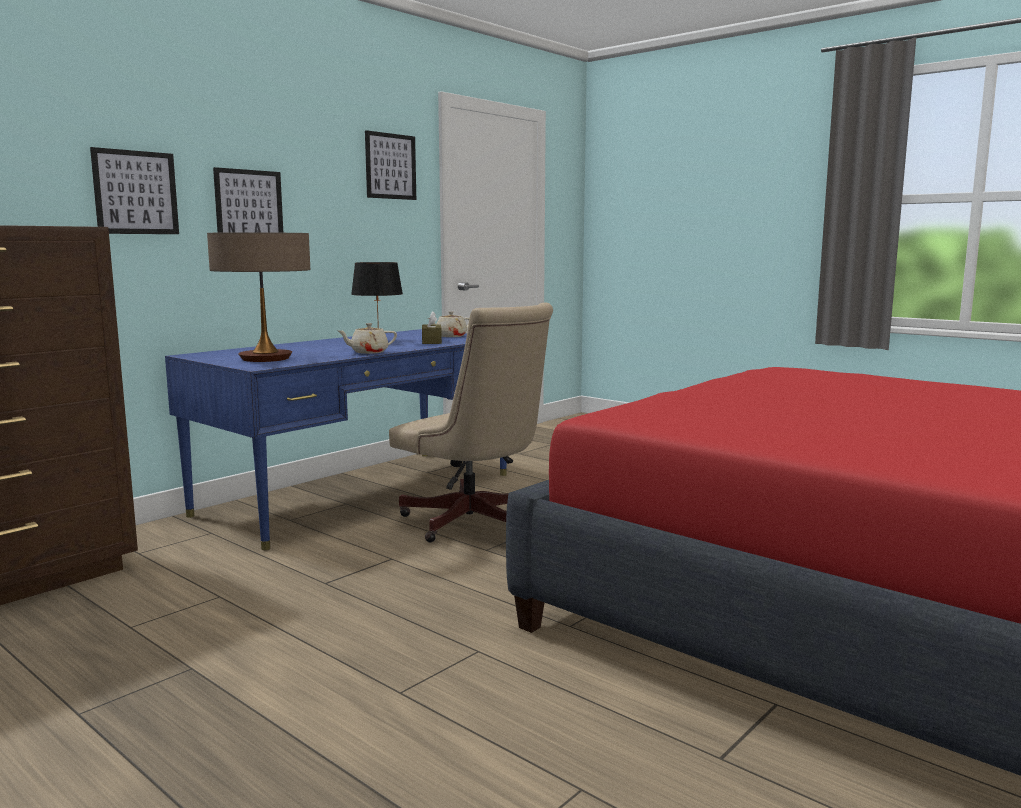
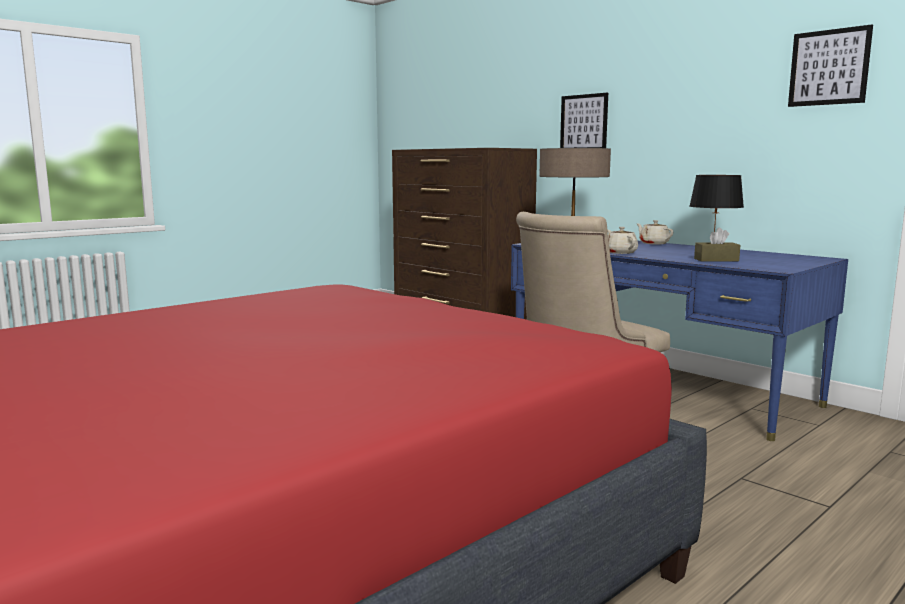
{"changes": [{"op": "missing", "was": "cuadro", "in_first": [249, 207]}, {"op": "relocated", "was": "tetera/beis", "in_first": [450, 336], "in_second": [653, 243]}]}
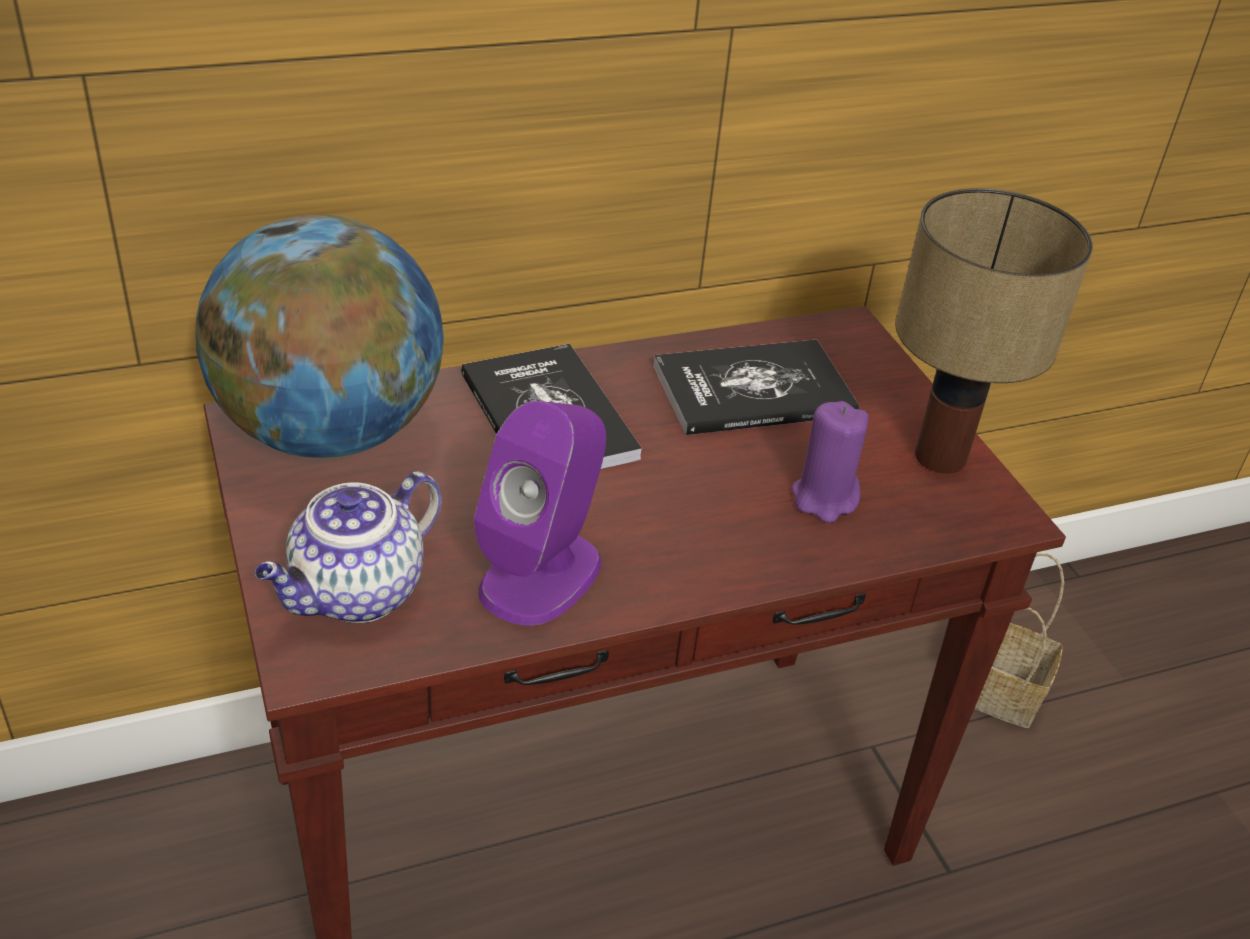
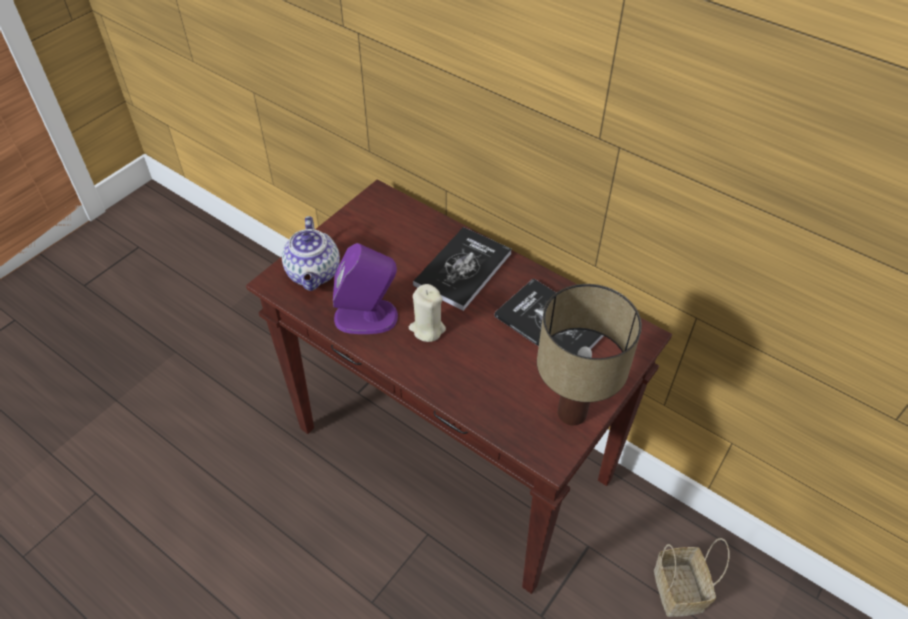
{"changes": [{"op": "missing", "was": "globo terráqueo", "in_first": [330, 431]}, {"op": "spun", "was": "tetera", "in_first": [356, 594], "in_second": [314, 274], "clockwise": -105}, {"op": "missing", "was": "vela/morado", "in_first": [824, 498]}, {"op": "appeared", "now": "vela/beis", "in_second": [427, 329]}]}
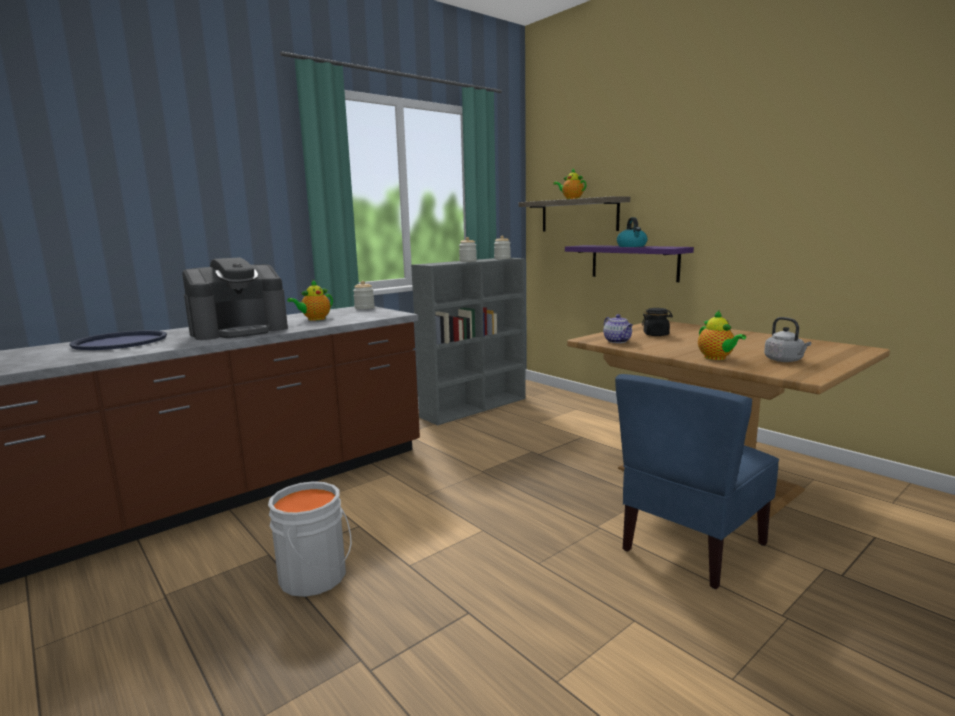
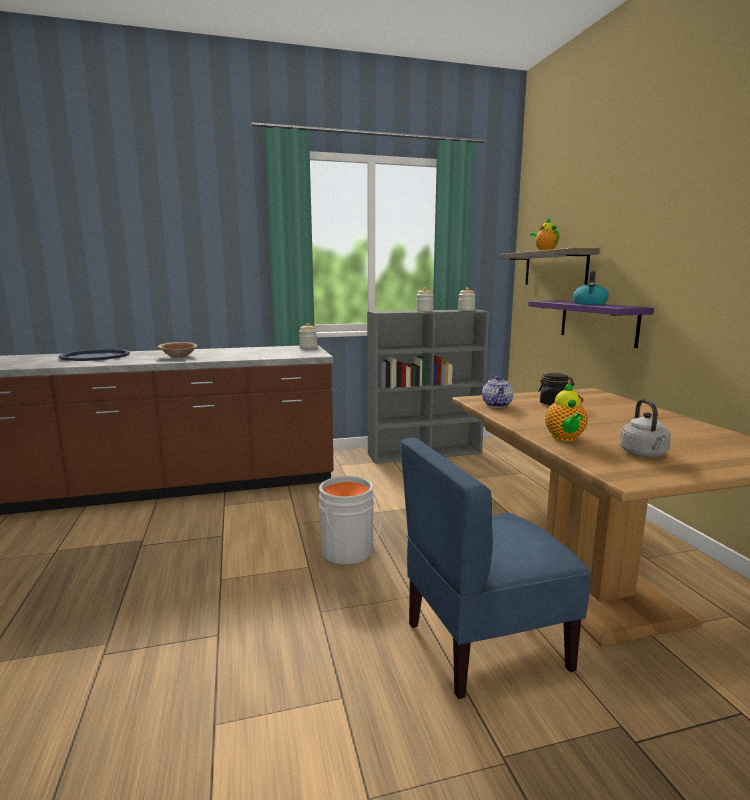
{"changes": [{"op": "exchanged", "was": "cafetera", "now": "cuenco/marrón", "in_first": [239, 331], "in_second": [178, 356]}, {"op": "relocated", "was": "cubo/gris", "in_first": [316, 577], "in_second": [349, 552]}, {"op": "missing", "was": "tetera", "in_first": [314, 319]}]}
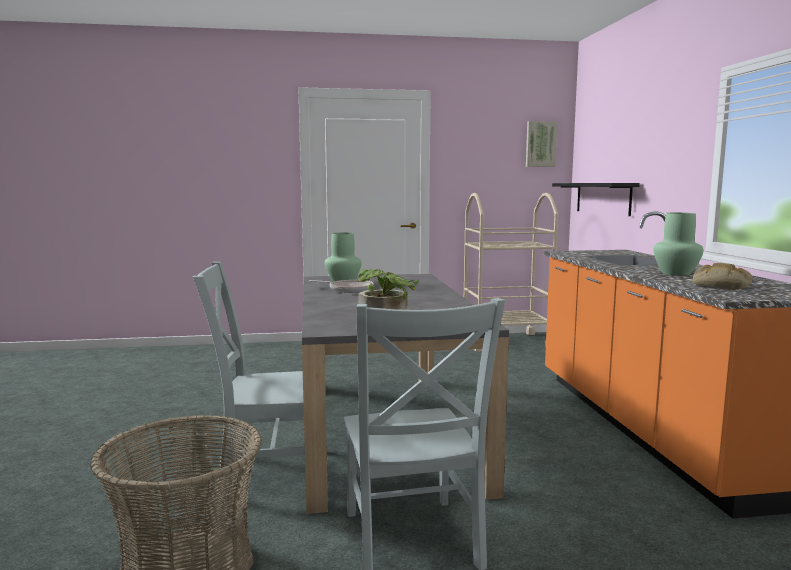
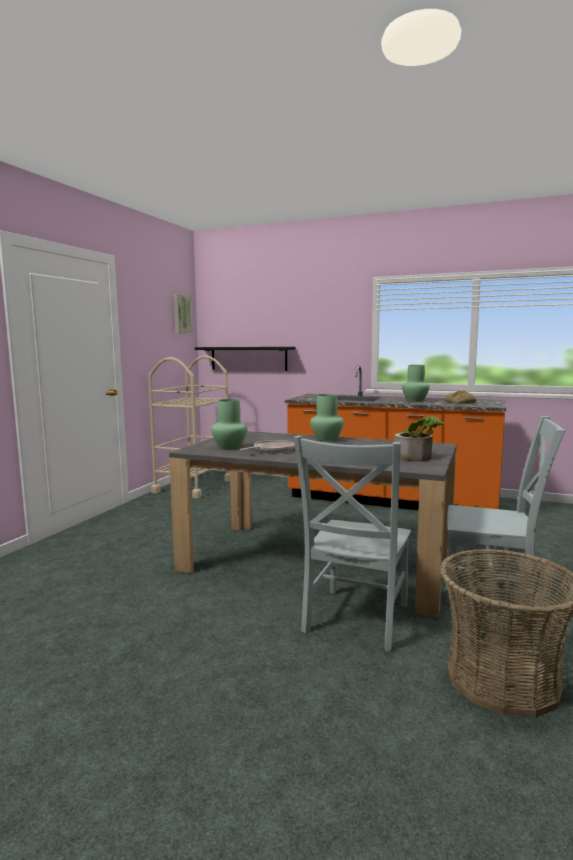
{"changes": [{"op": "appeared", "now": "florero/verde", "in_second": [326, 439]}]}
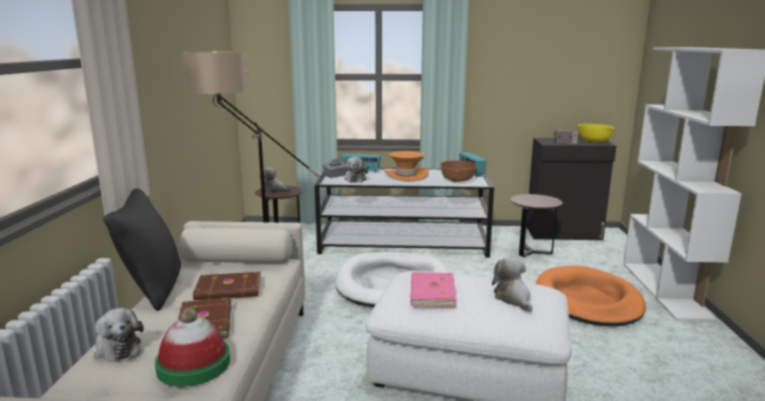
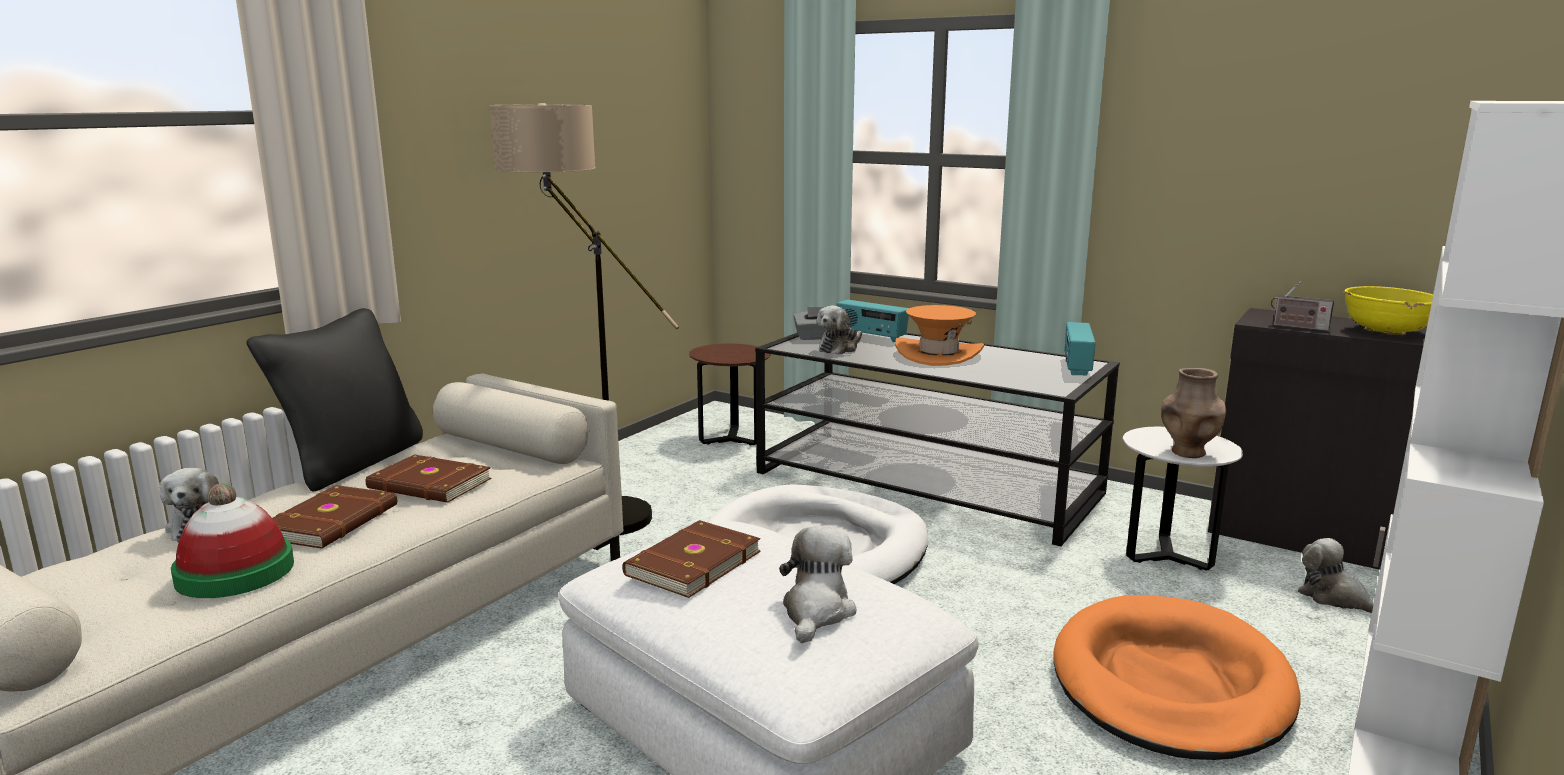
{"changes": [{"op": "relocated", "was": "peluche", "in_first": [274, 190], "in_second": [1335, 598]}, {"op": "colour", "was": "libro/rosa", "now": "libro/marrón", "in_first": [431, 292], "in_second": [691, 563]}, {"op": "missing", "was": "cuenco/marrón", "in_first": [457, 180]}, {"op": "colour", "was": "mesa auxiliar/marrón", "now": "mesa auxiliar/blanco", "in_first": [531, 252], "in_second": [1168, 556]}, {"op": "appeared", "now": "florero/marrón", "in_second": [1188, 453]}]}
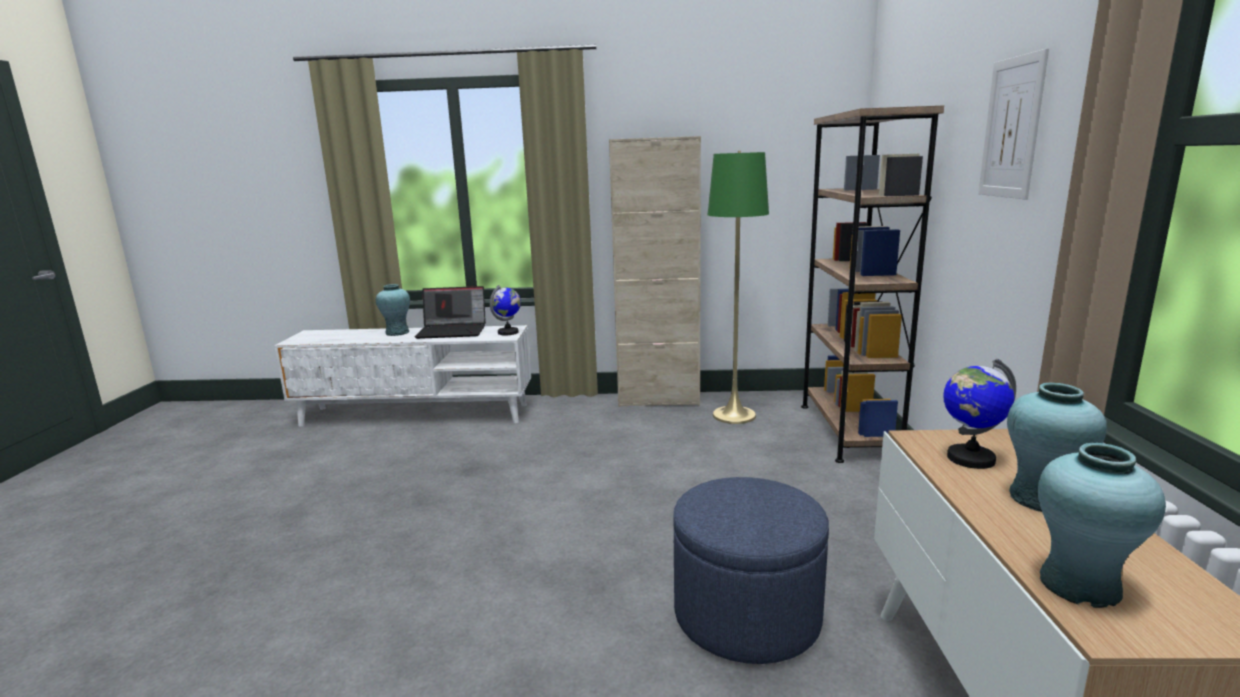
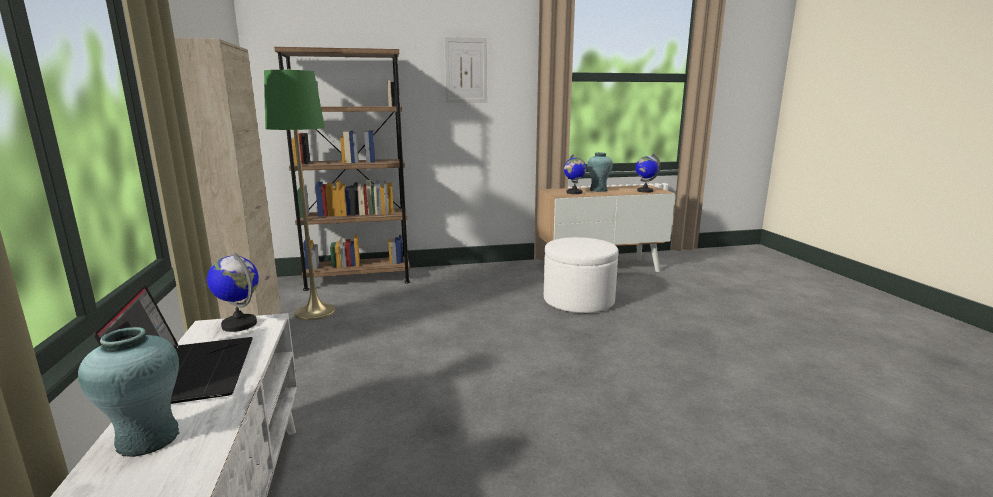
{"changes": [{"op": "colour", "was": "puf/azul", "now": "puf/blanco", "in_first": [746, 615], "in_second": [578, 301]}, {"op": "exchanged", "was": "florero/turquesa", "now": "globo terráqueo", "in_first": [1080, 585], "in_second": [644, 191]}]}
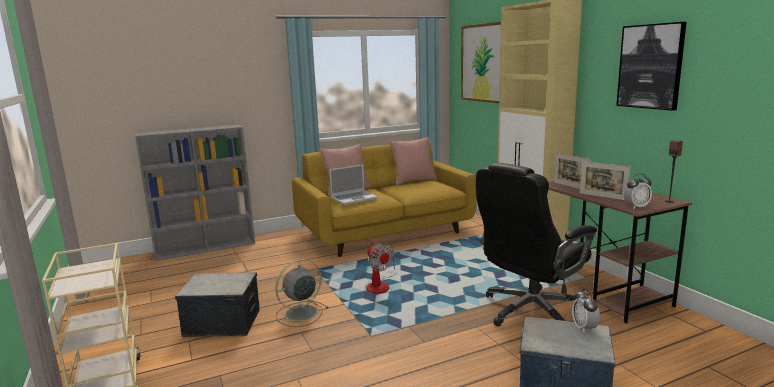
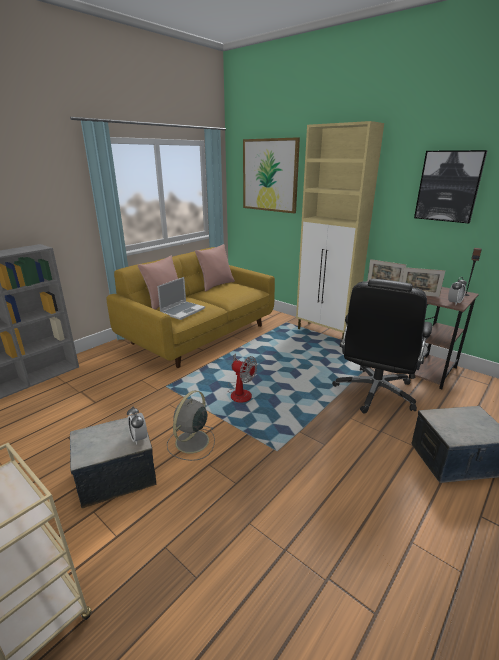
{"changes": [{"op": "relocated", "was": "despertador", "in_first": [584, 328], "in_second": [139, 438]}]}
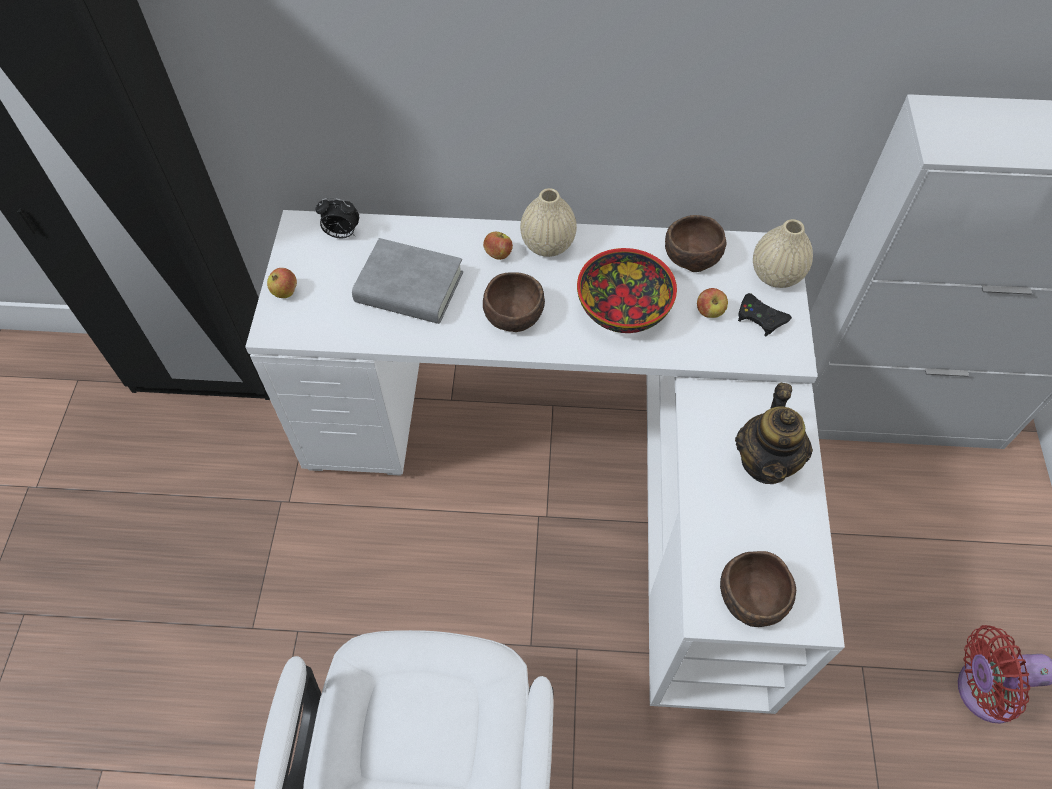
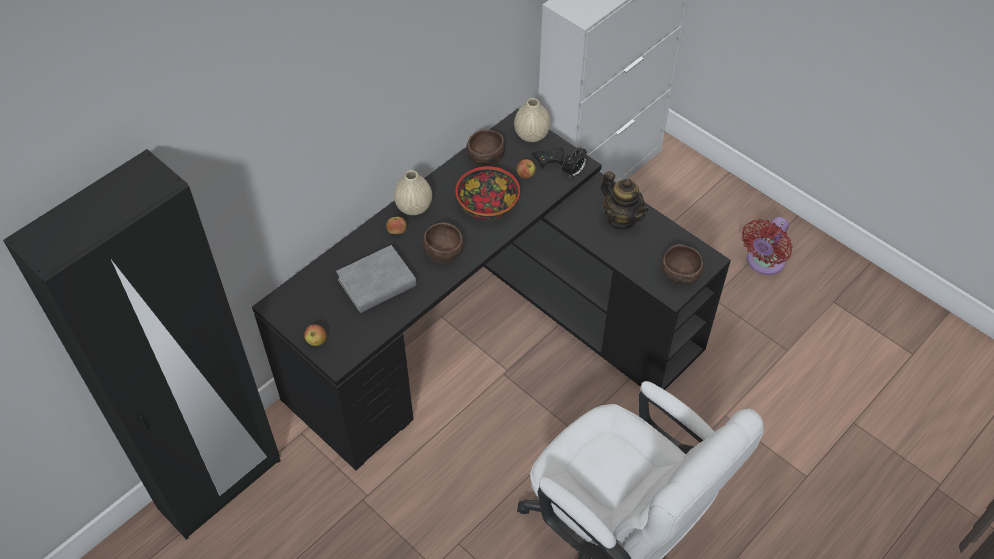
{"changes": [{"op": "colour", "was": "escritorio/blanco", "now": "escritorio/negro", "in_first": [575, 466], "in_second": [490, 334]}, {"op": "relocated", "was": "despertador", "in_first": [341, 234], "in_second": [574, 173]}]}
